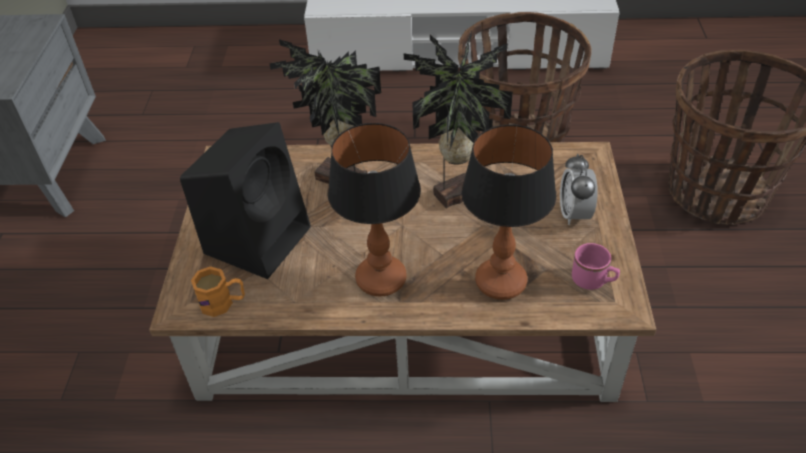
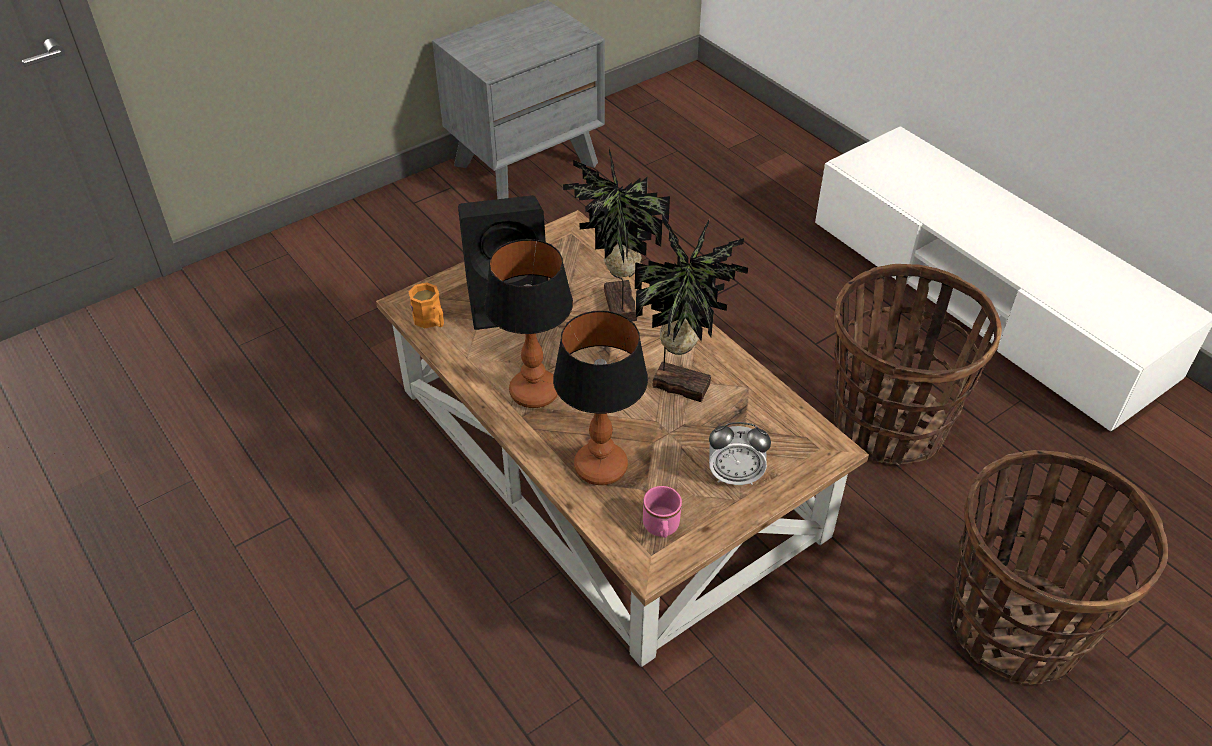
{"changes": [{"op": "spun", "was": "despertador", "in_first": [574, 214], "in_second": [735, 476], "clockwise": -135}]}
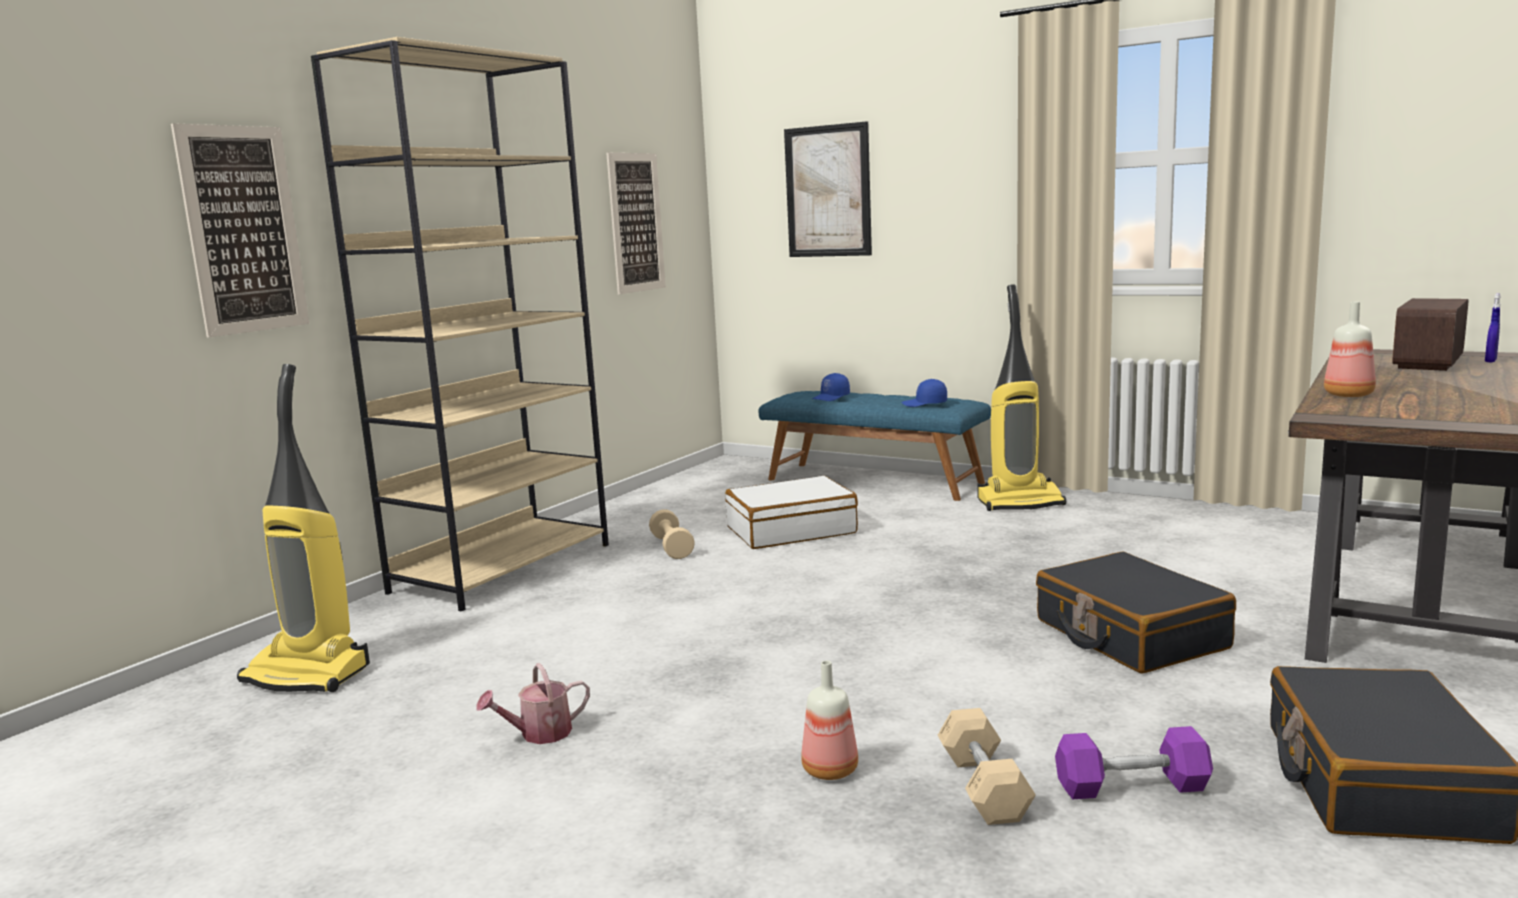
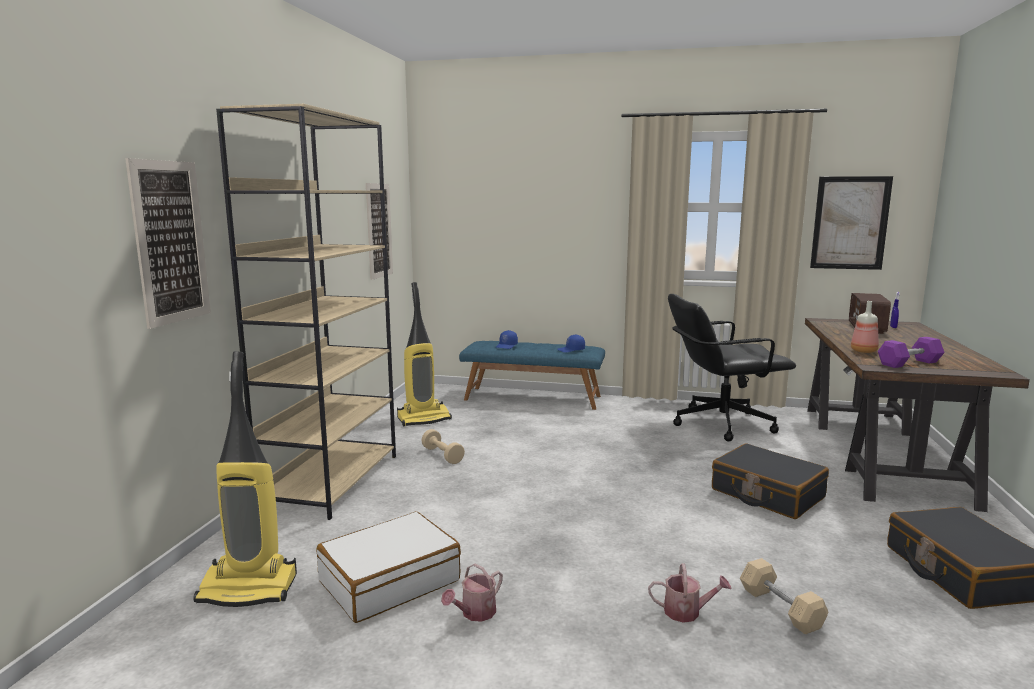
{"changes": [{"op": "relocated", "was": "maleta/blanco", "in_first": [791, 530], "in_second": [389, 580]}, {"op": "relocated", "was": "cuadro", "in_first": [828, 191], "in_second": [850, 223]}, {"op": "exchanged", "was": "botella", "now": "regadera", "in_first": [831, 771], "in_second": [687, 612]}, {"op": "relocated", "was": "aspiradora", "in_first": [1020, 502], "in_second": [424, 419]}, {"op": "relocated", "was": "mancuerna/morado", "in_first": [1131, 786], "in_second": [909, 363]}, {"op": "appeared", "now": "silla de oficina/negro", "in_second": [721, 423]}]}
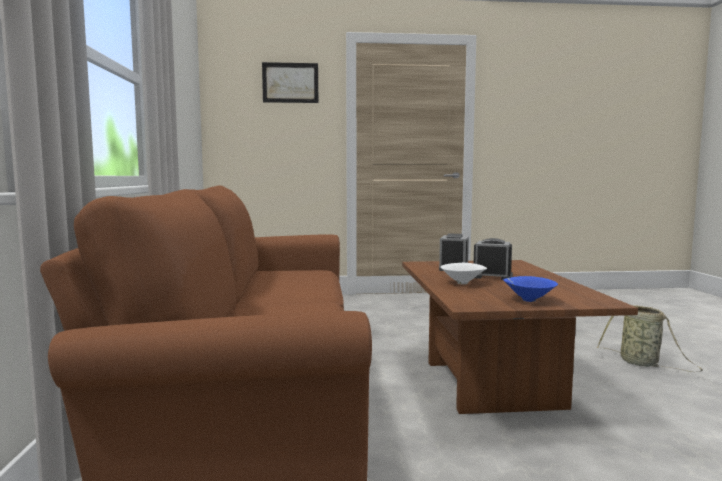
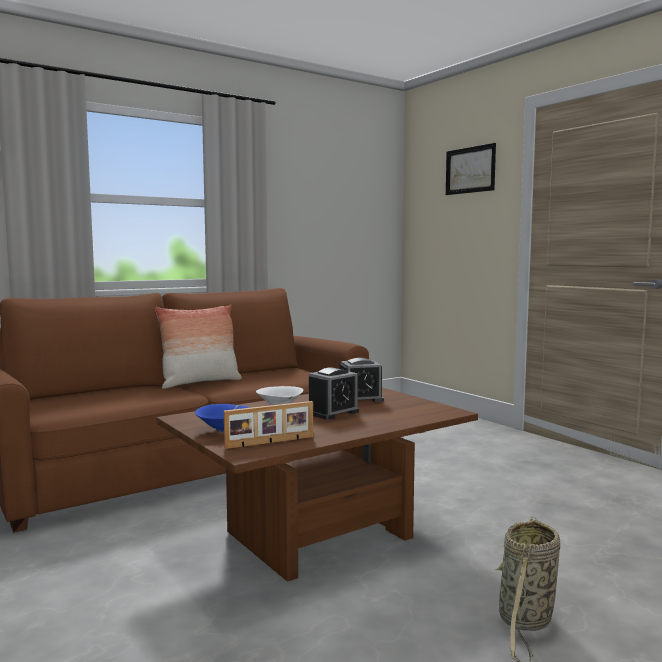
{"changes": [{"op": "spun", "was": "despertador", "in_first": [492, 276], "in_second": [333, 412], "clockwise": 60}, {"op": "appeared", "now": "cojín", "in_second": [200, 382]}, {"op": "appeared", "now": "portarretratos", "in_second": [270, 442]}]}
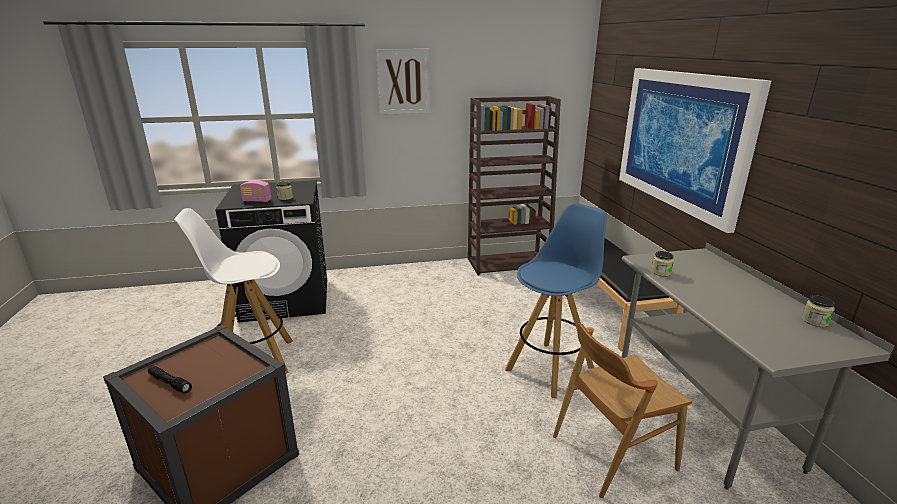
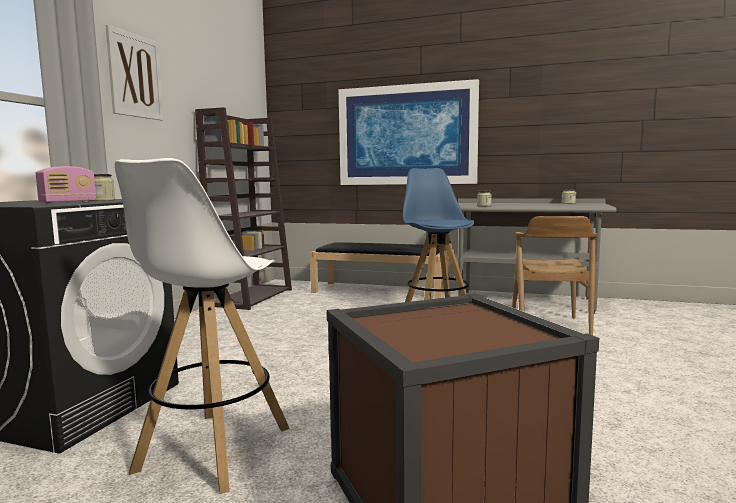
{"changes": [{"op": "missing", "was": "linterna/negro", "in_first": [170, 383]}]}
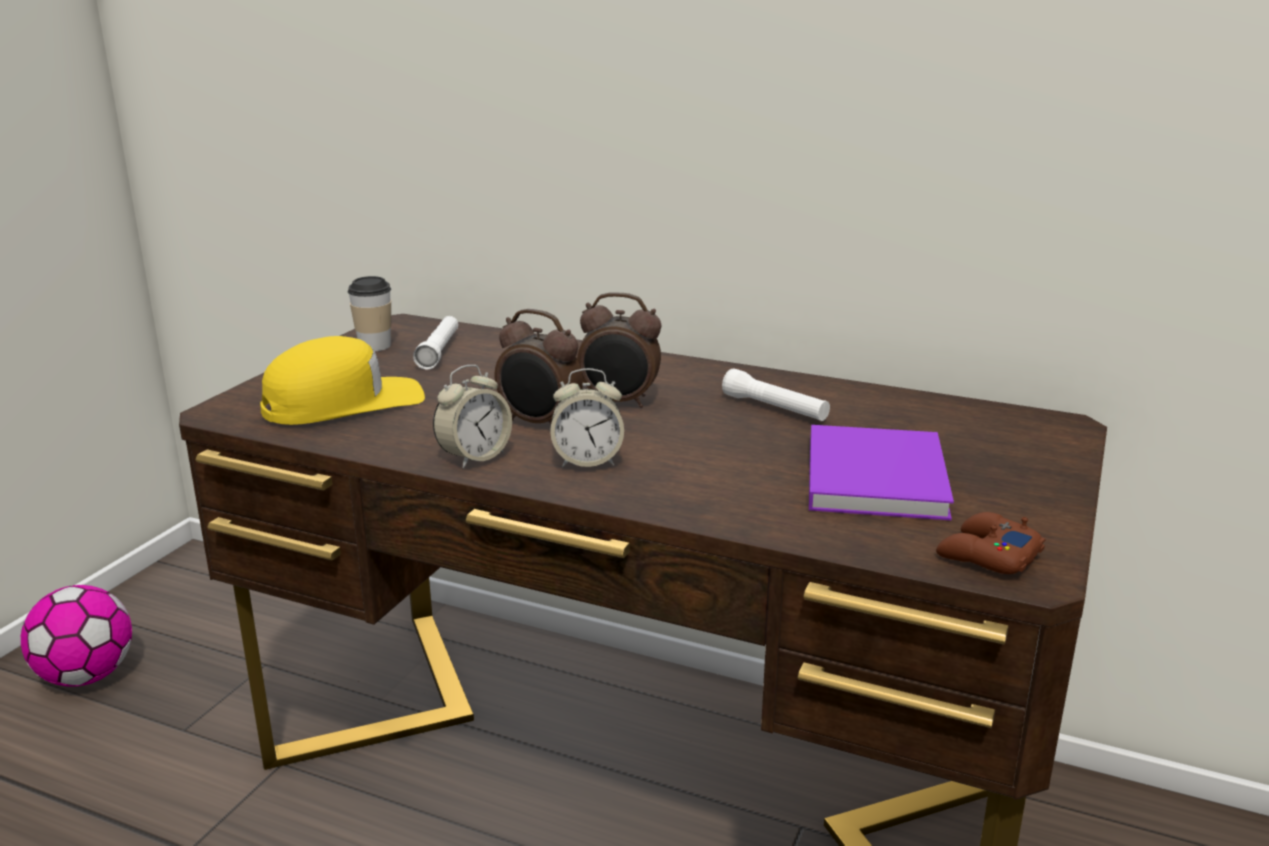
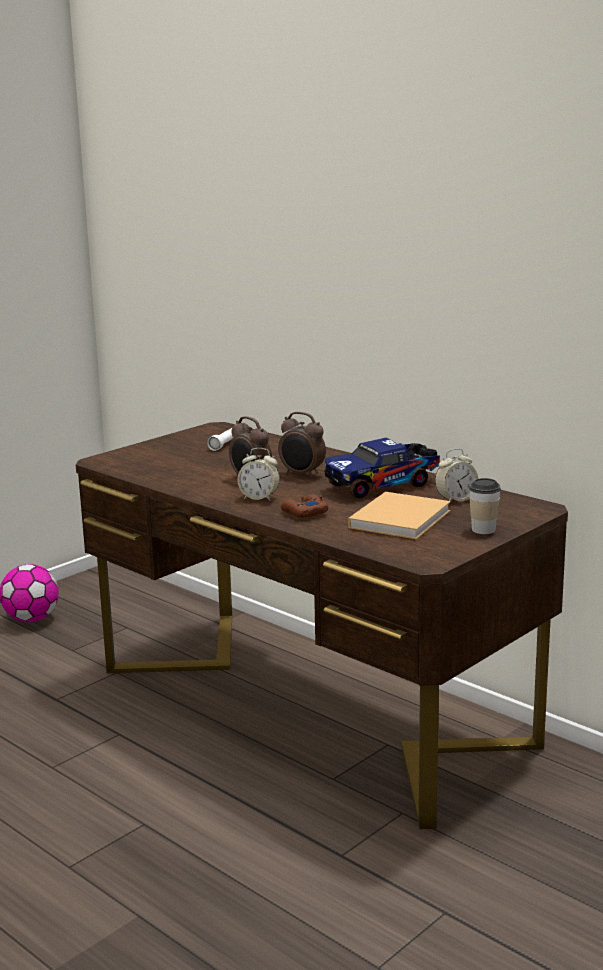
{"changes": [{"op": "missing", "was": "gorra/amarillo", "in_first": [343, 403]}, {"op": "relocated", "was": "taza", "in_first": [374, 346], "in_second": [483, 529]}, {"op": "relocated", "was": "despertador", "in_first": [474, 457], "in_second": [455, 500]}, {"op": "exchanged", "was": "linterna/blanco", "now": "camión de juguete", "in_first": [775, 409], "in_second": [384, 485]}, {"op": "colour", "was": "libro/morado", "now": "libro/beis", "in_first": [875, 475], "in_second": [401, 518]}, {"op": "relocated", "was": "mando de consola/marrón", "in_first": [987, 555], "in_second": [304, 512]}]}
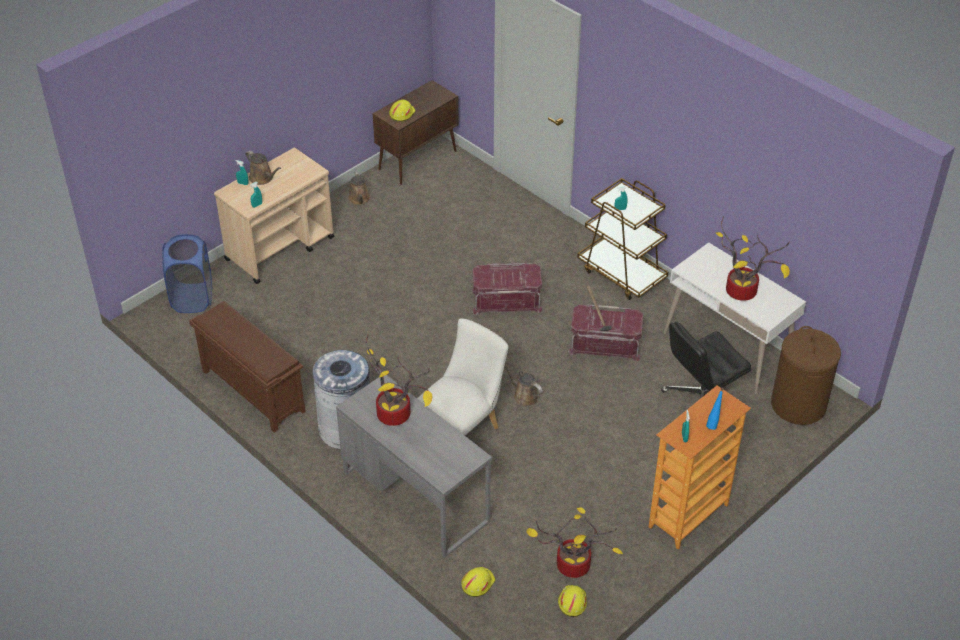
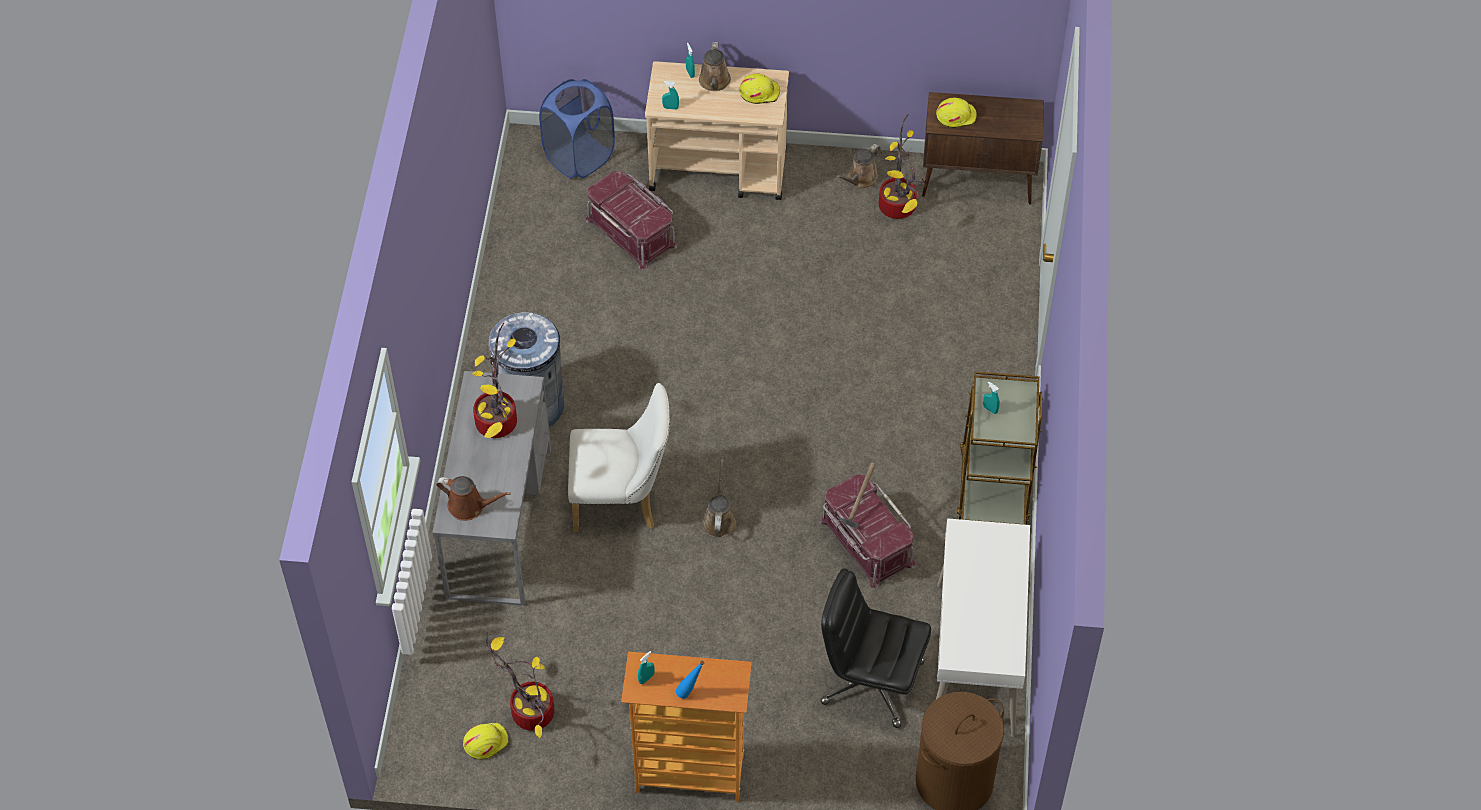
{"changes": [{"op": "missing", "was": "zapatero/marrón", "in_first": [251, 391]}, {"op": "relocated", "was": "casco/amarillo", "in_first": [477, 583], "in_second": [759, 92]}, {"op": "relocated", "was": "caja de almacenaje/rojo", "in_first": [506, 299], "in_second": [632, 231]}, {"op": "relocated", "was": "planta en maceta", "in_first": [744, 290], "in_second": [900, 207]}, {"op": "appeared", "now": "regadera/marrón", "in_second": [469, 506]}]}
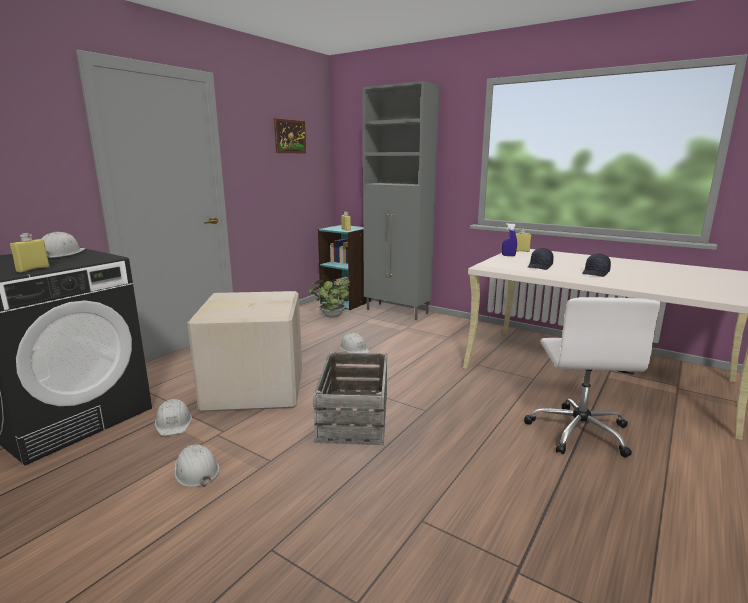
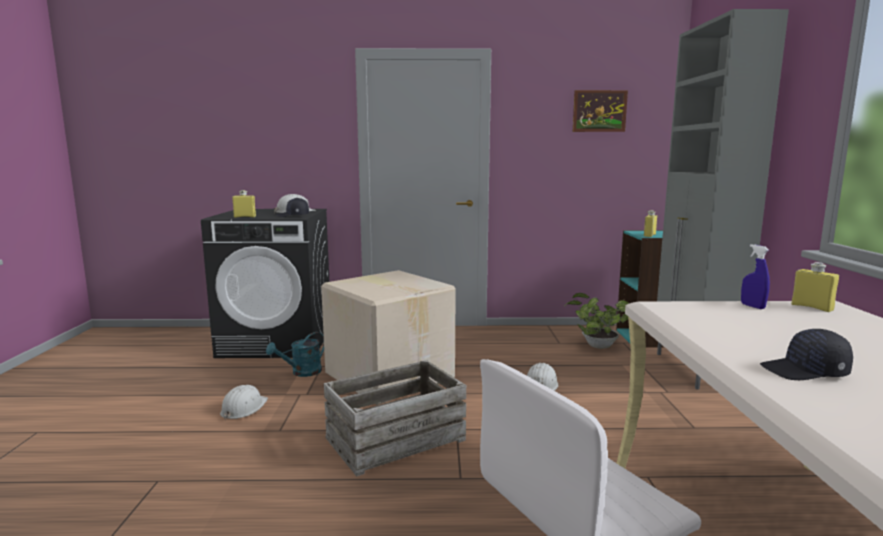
{"changes": [{"op": "exchanged", "was": "casco/blanco", "now": "regadera/turquesa", "in_first": [174, 423], "in_second": [301, 373]}, {"op": "relocated", "was": "gorra/negro", "in_first": [540, 266], "in_second": [293, 216]}]}
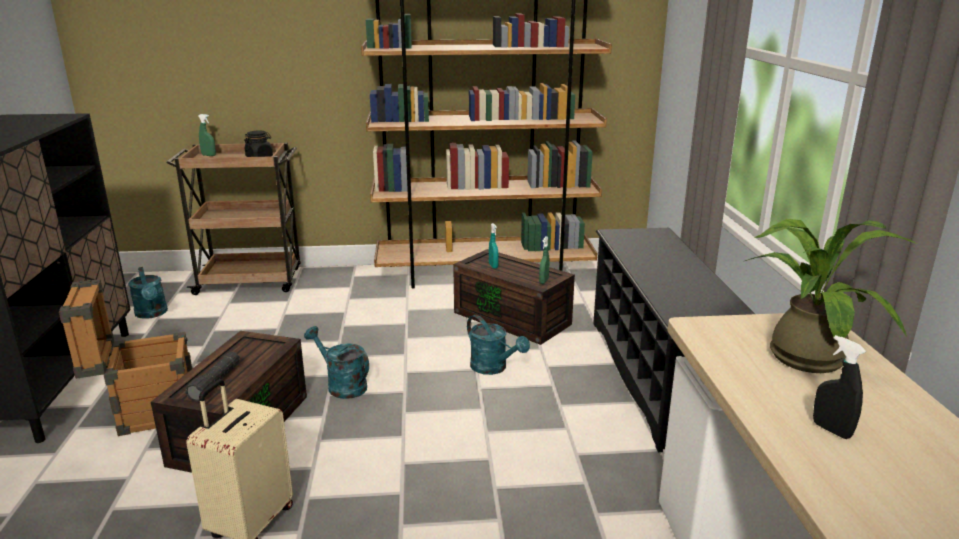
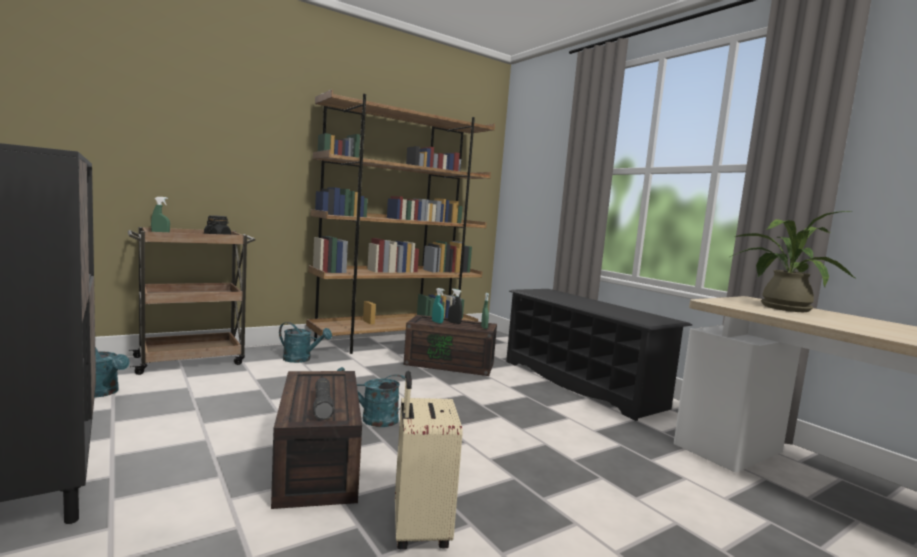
{"changes": [{"op": "missing", "was": "caja de embalaje", "in_first": [145, 413]}, {"op": "relocated", "was": "regadera/turquesa", "in_first": [493, 368], "in_second": [301, 359]}, {"op": "relocated", "was": "pulverizador/negro", "in_first": [831, 430], "in_second": [454, 323]}]}
